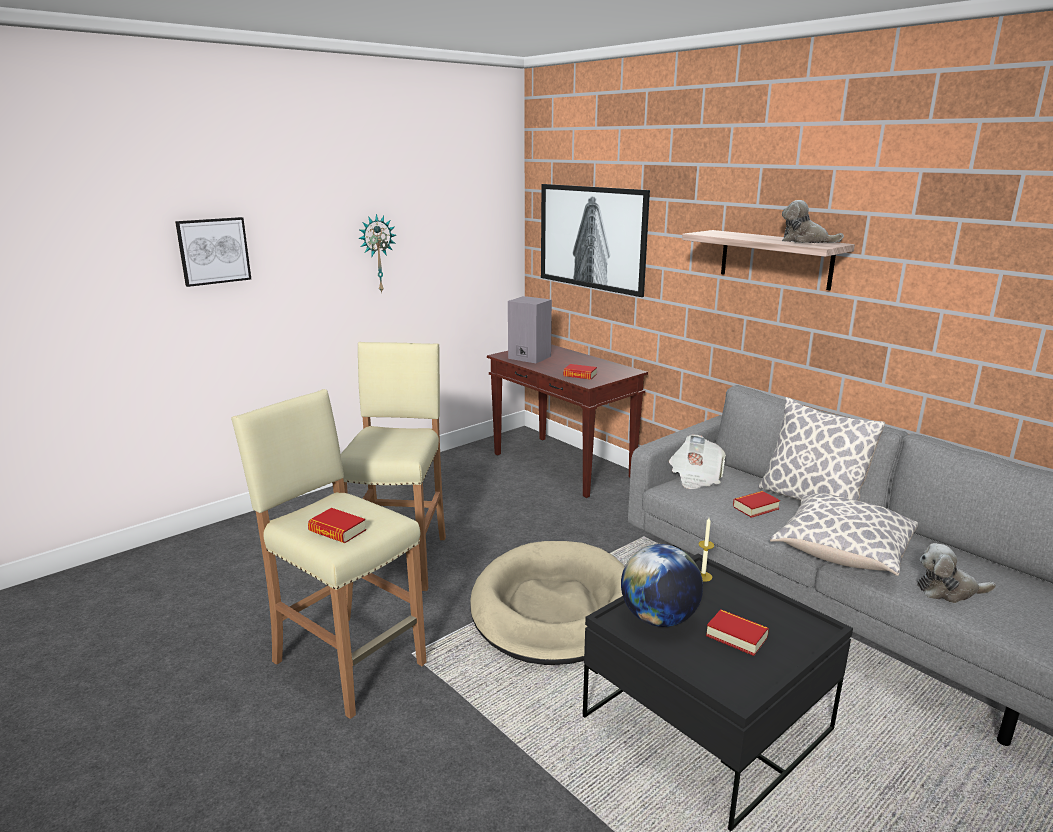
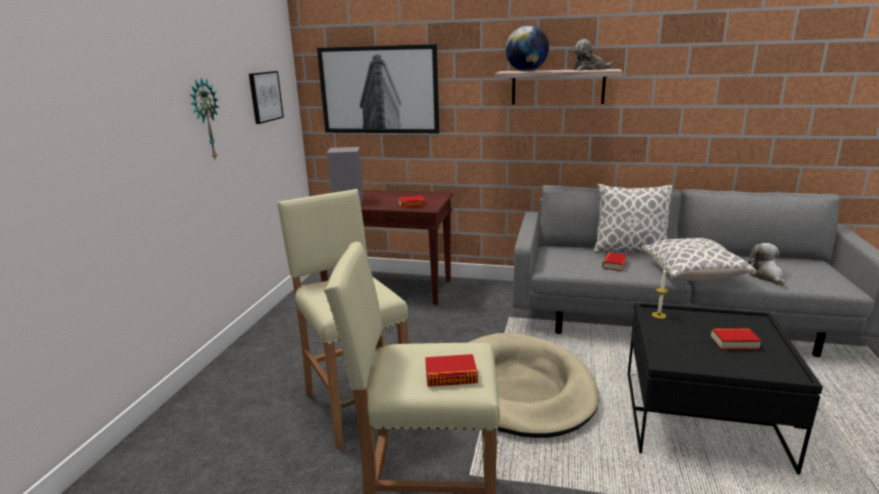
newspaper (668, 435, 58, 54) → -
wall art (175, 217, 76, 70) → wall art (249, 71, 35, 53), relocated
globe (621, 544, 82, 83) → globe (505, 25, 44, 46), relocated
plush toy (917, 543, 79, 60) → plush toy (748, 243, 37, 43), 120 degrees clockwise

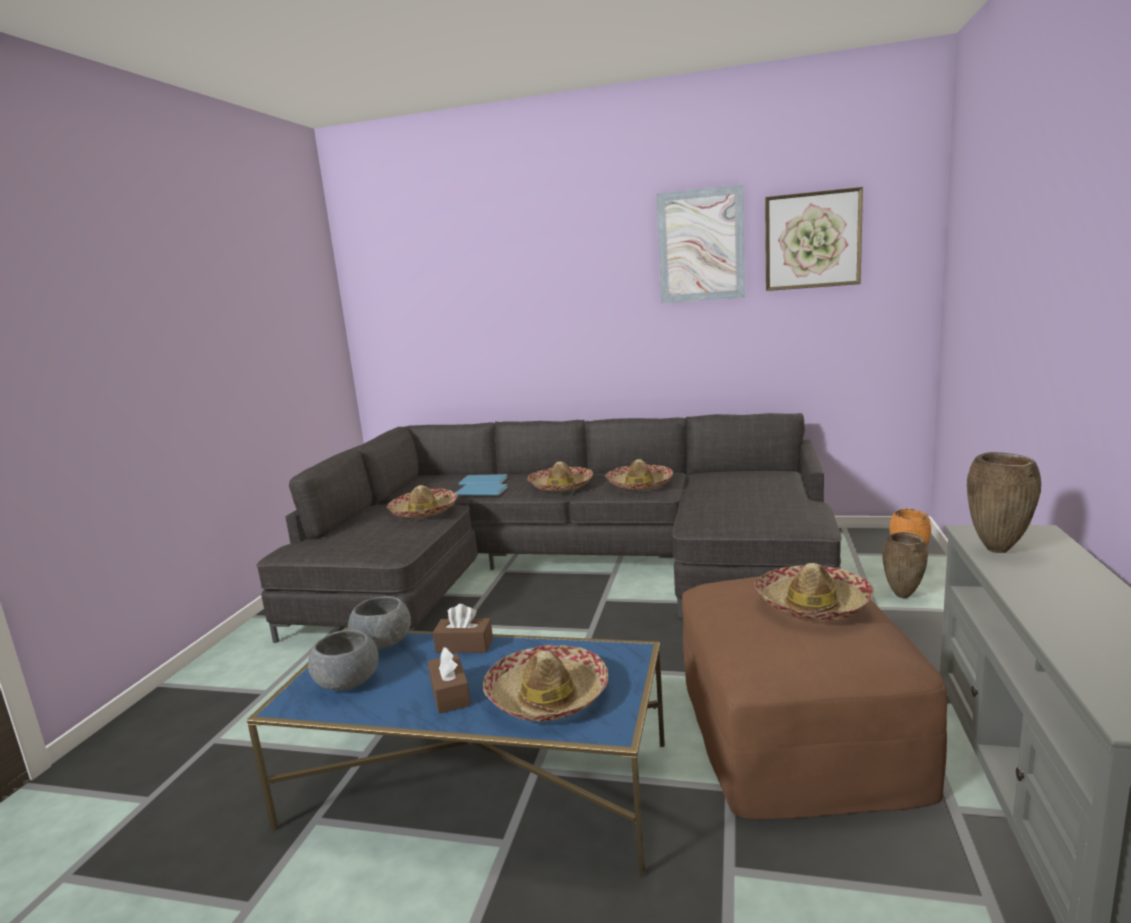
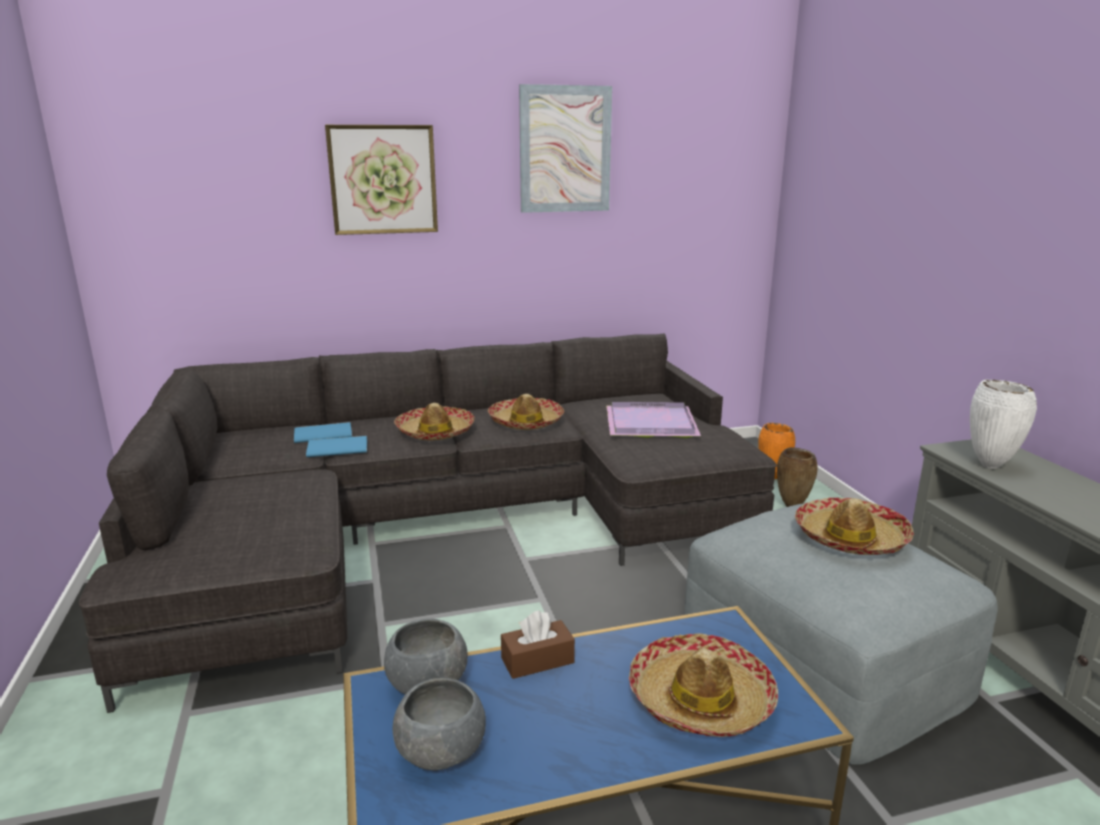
hat (387, 485, 71, 33) → -
tissue box (brownish) (428, 647, 43, 67) → -
- → carrying tray (purple) (606, 402, 95, 36)
wall art (765, 187, 98, 104) → wall art (325, 125, 113, 110), relocated
ottoman (brownish) (682, 576, 265, 243) → ottoman (greyish) (684, 503, 314, 262)
decorative vase (brownish) (967, 452, 74, 101) → decorative vase (white) (970, 380, 67, 89)

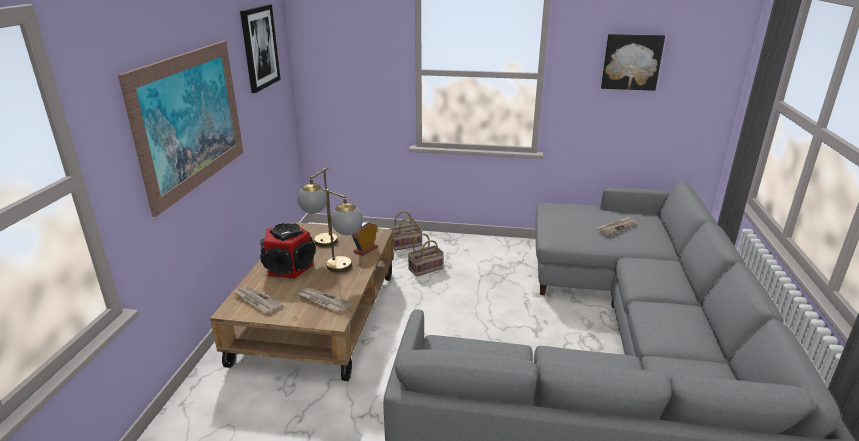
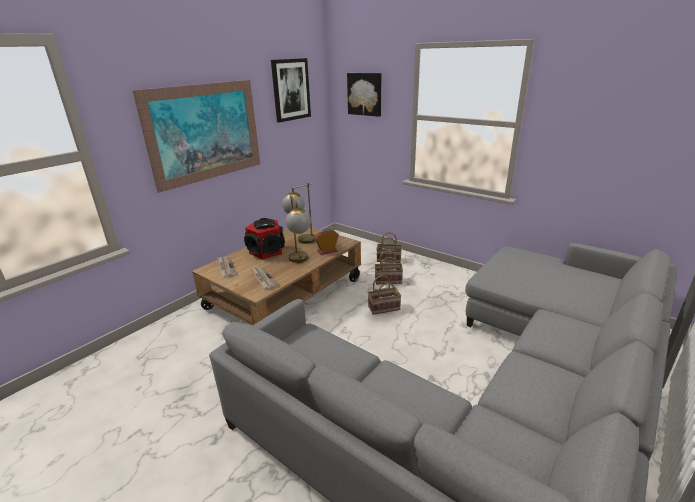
newspaper (596, 216, 41, 20) → -
- → household basket (368, 275, 33, 40)
wall art (601, 34, 64, 57) → wall art (347, 73, 34, 44), relocated

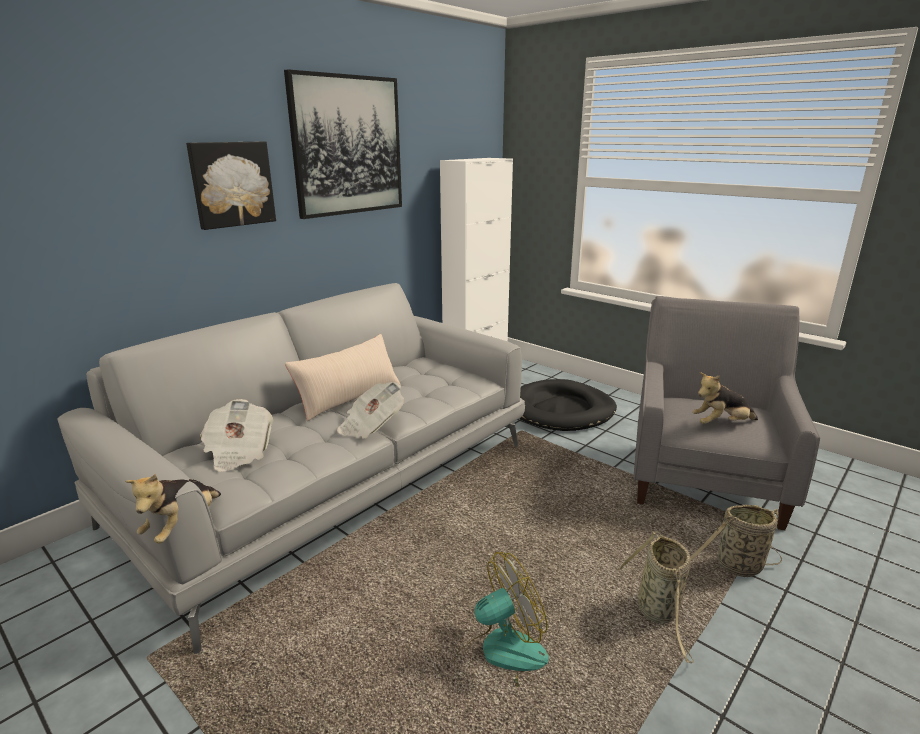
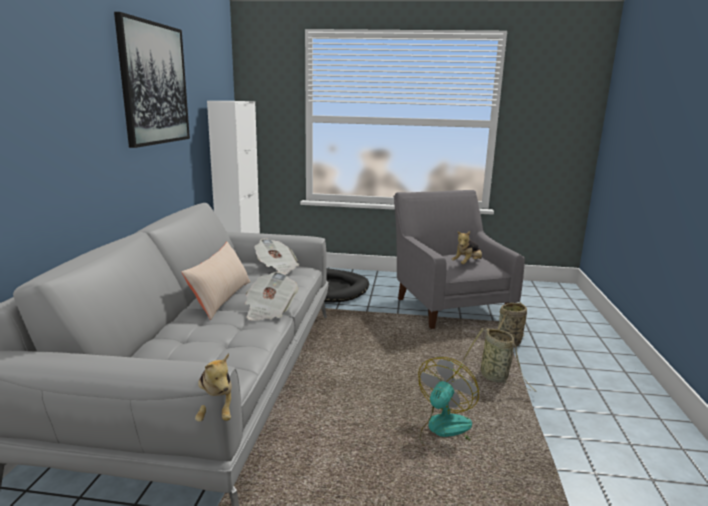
wall art (186, 141, 90, 89) → -
newspaper (200, 399, 73, 73) → newspaper (254, 238, 45, 36), relocated

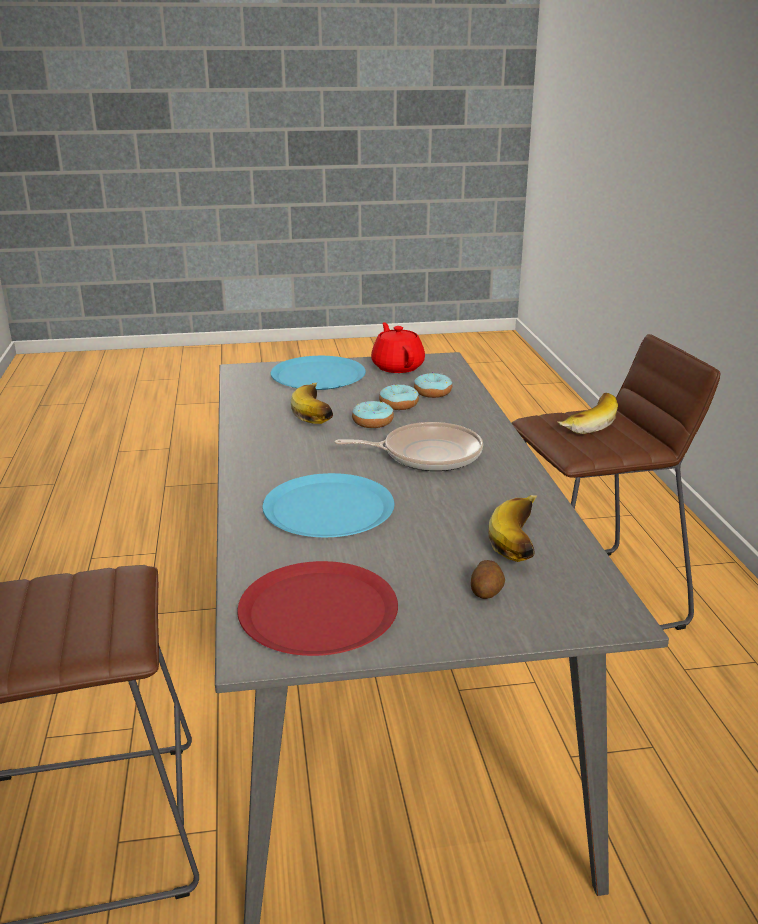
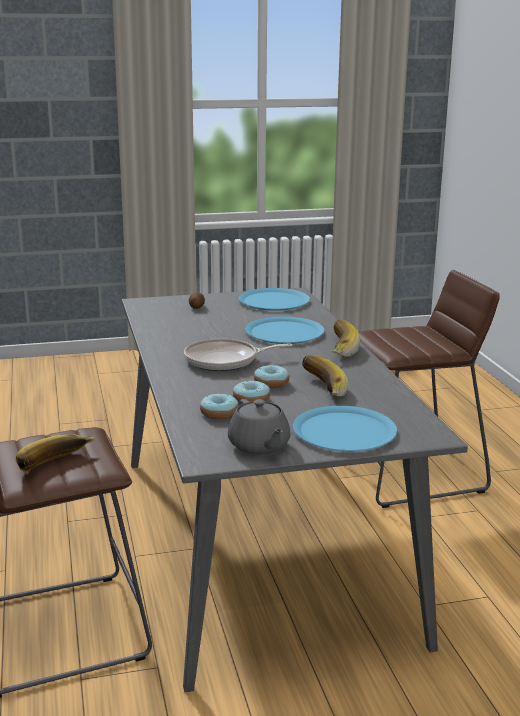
banana (489, 495, 49, 67) → banana (332, 320, 28, 37), relocated
plate (red) (237, 561, 161, 95) → plate (blue) (238, 288, 72, 23)
tea pot (red) (371, 322, 54, 51) → tea pot (greyish) (228, 399, 62, 56)

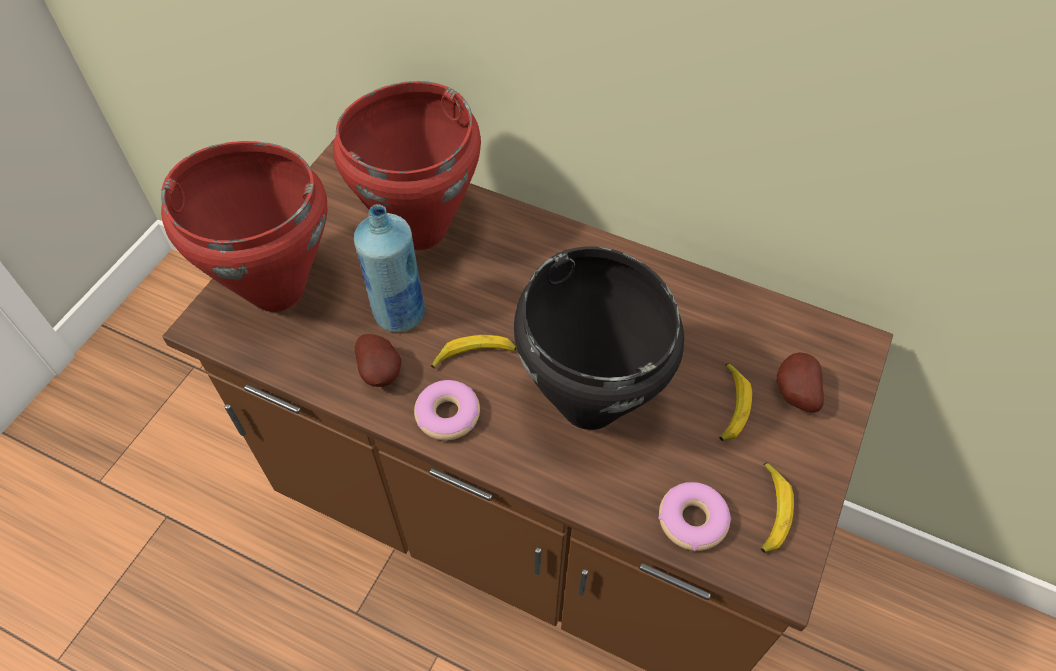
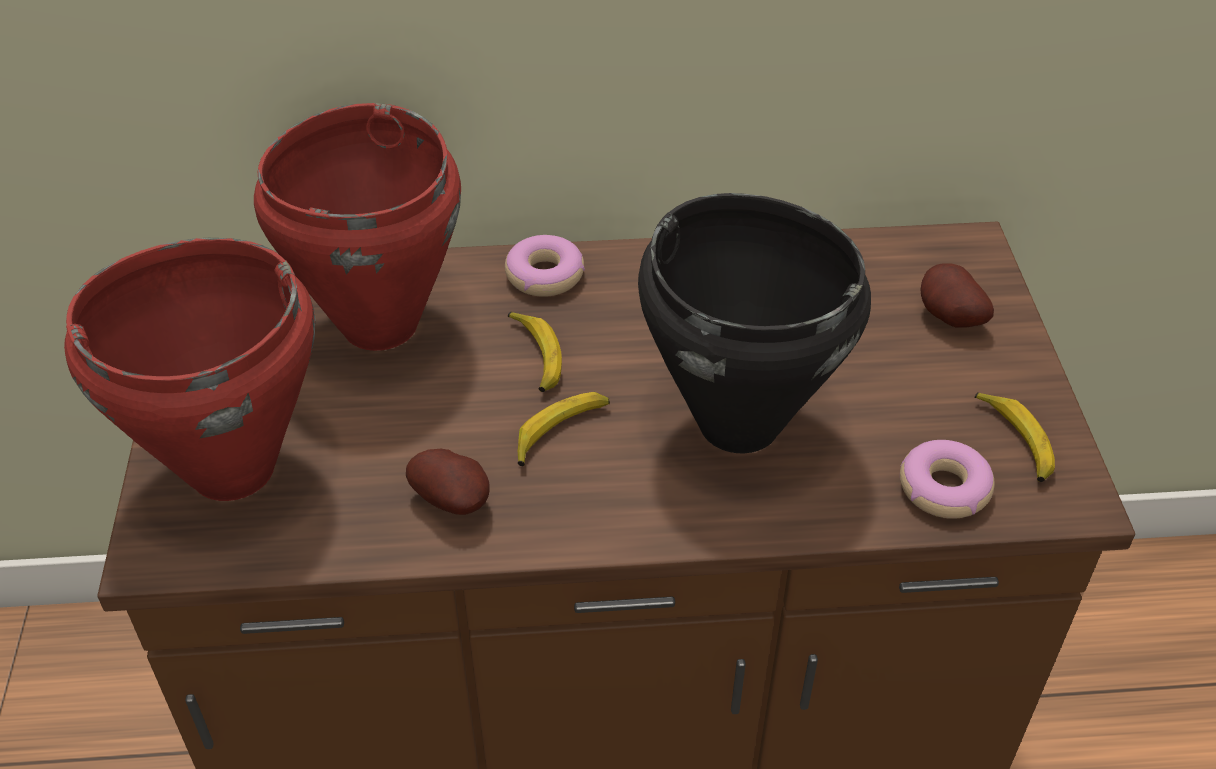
beverage bottle (blue) (354, 204, 71, 128) → -
doughnut (414, 380, 66, 60) → doughnut (505, 235, 80, 62), relocated
banana (719, 363, 33, 78) → banana (508, 312, 54, 80), relocated

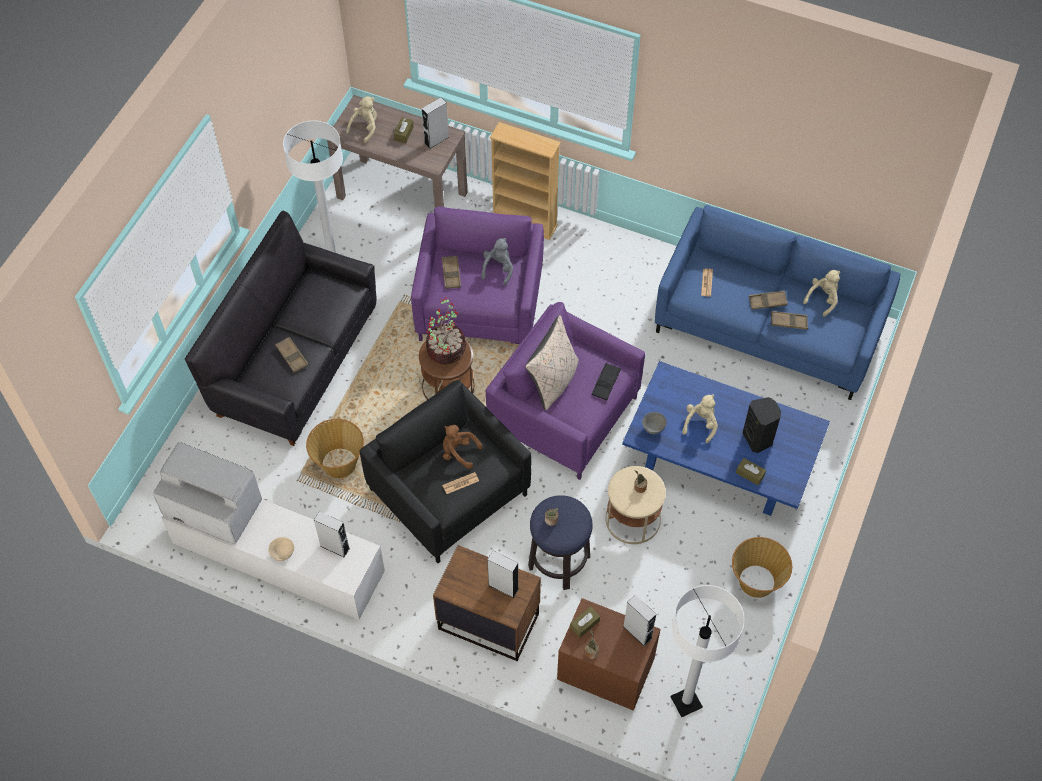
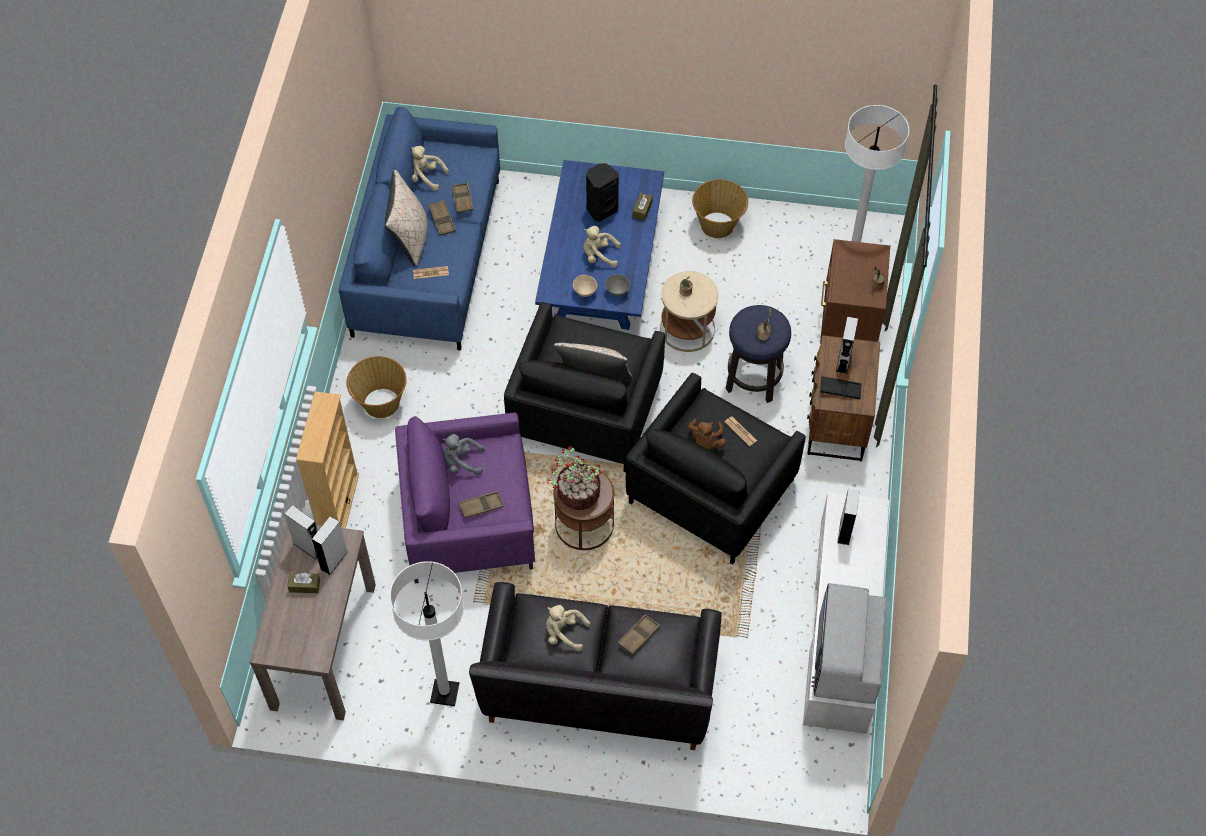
tissue box (brownish) (570, 606, 30, 32) → -
- → cushion (sand-coloured) (385, 170, 43, 96)
deep dish (sand-coloured) (268, 537, 26, 24) → deep dish (sand-coloured) (573, 275, 24, 22), relocated
household basket (306, 419, 58, 59) → household basket (347, 356, 60, 62), relocated
plush toy (sand-coloured) (346, 96, 31, 47) → plush toy (sand-coloured) (546, 605, 44, 46), relocated
carrying tray (black-coloured) (592, 363, 29, 37) → carrying tray (black-coloured) (820, 376, 42, 23), relocated
speaker (greyish) (623, 595, 33, 51) → speaker (greyish) (312, 516, 36, 59), relocated
armchair (purple) (485, 302, 160, 178) → armchair (black-coloured) (504, 302, 161, 170)

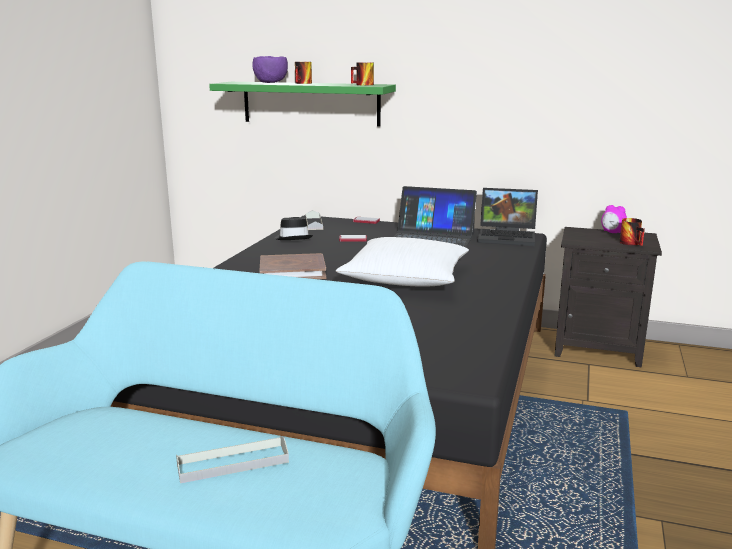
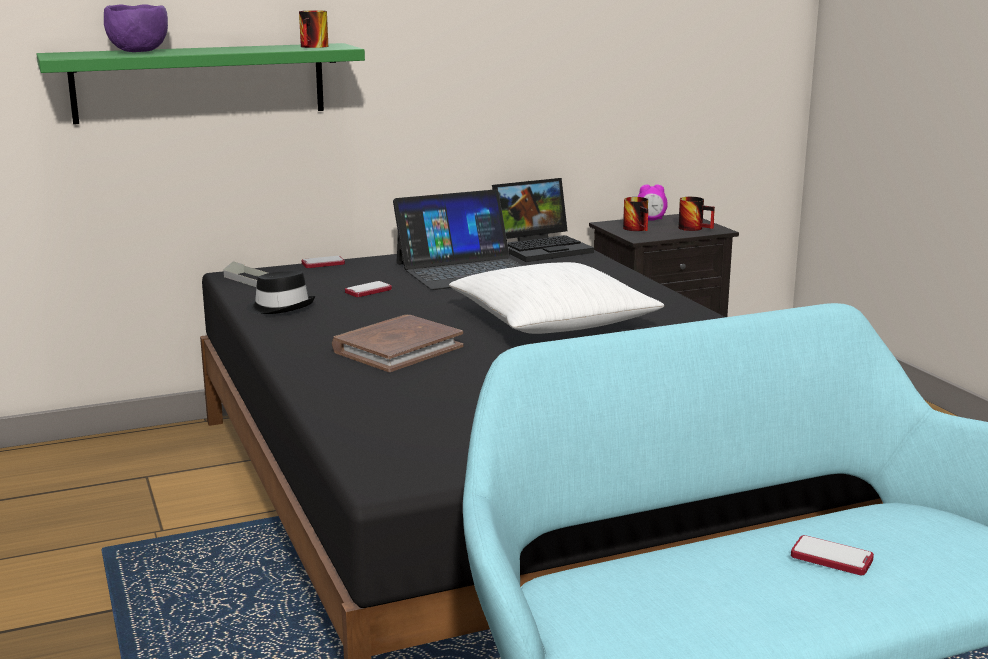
tea mug (295, 62, 17, 22) → tea mug (623, 197, 25, 34), relocated
carrying tray (greyish) (176, 436, 113, 47) → phone (791, 535, 83, 40)

